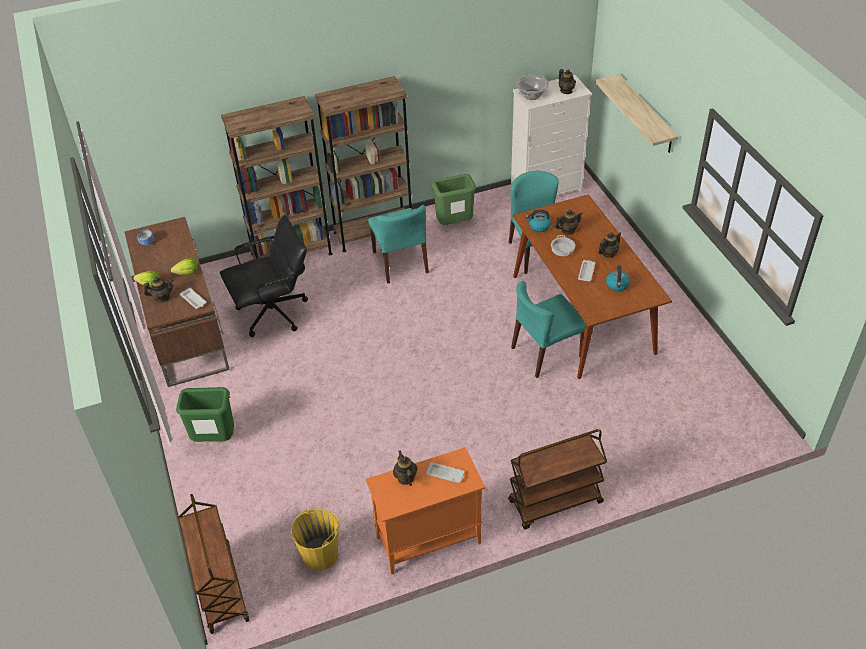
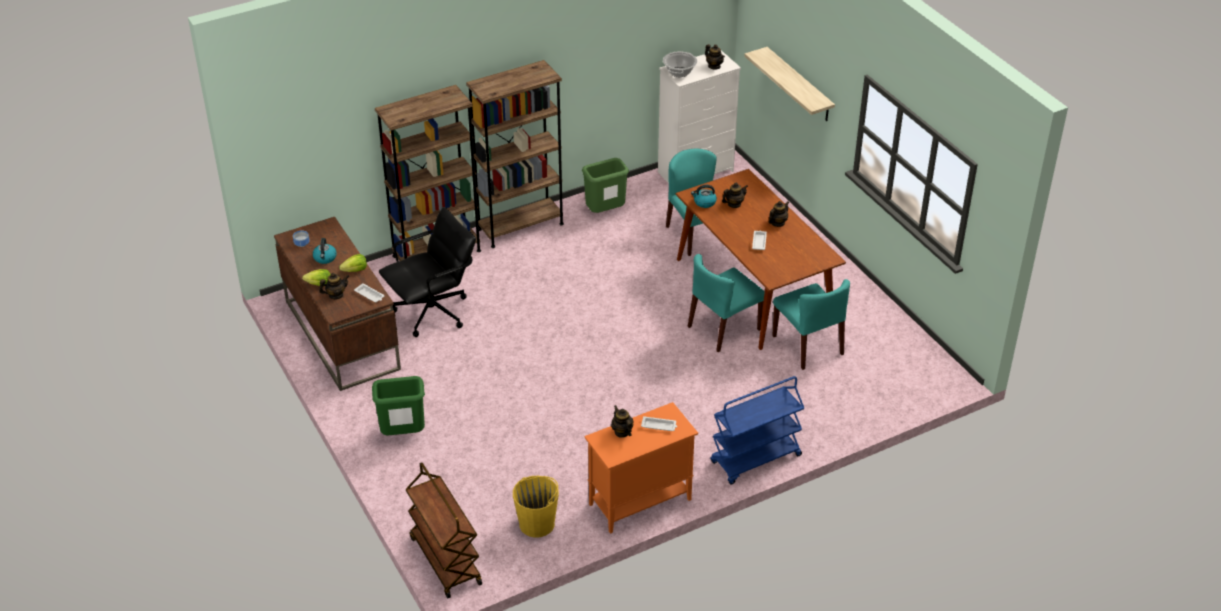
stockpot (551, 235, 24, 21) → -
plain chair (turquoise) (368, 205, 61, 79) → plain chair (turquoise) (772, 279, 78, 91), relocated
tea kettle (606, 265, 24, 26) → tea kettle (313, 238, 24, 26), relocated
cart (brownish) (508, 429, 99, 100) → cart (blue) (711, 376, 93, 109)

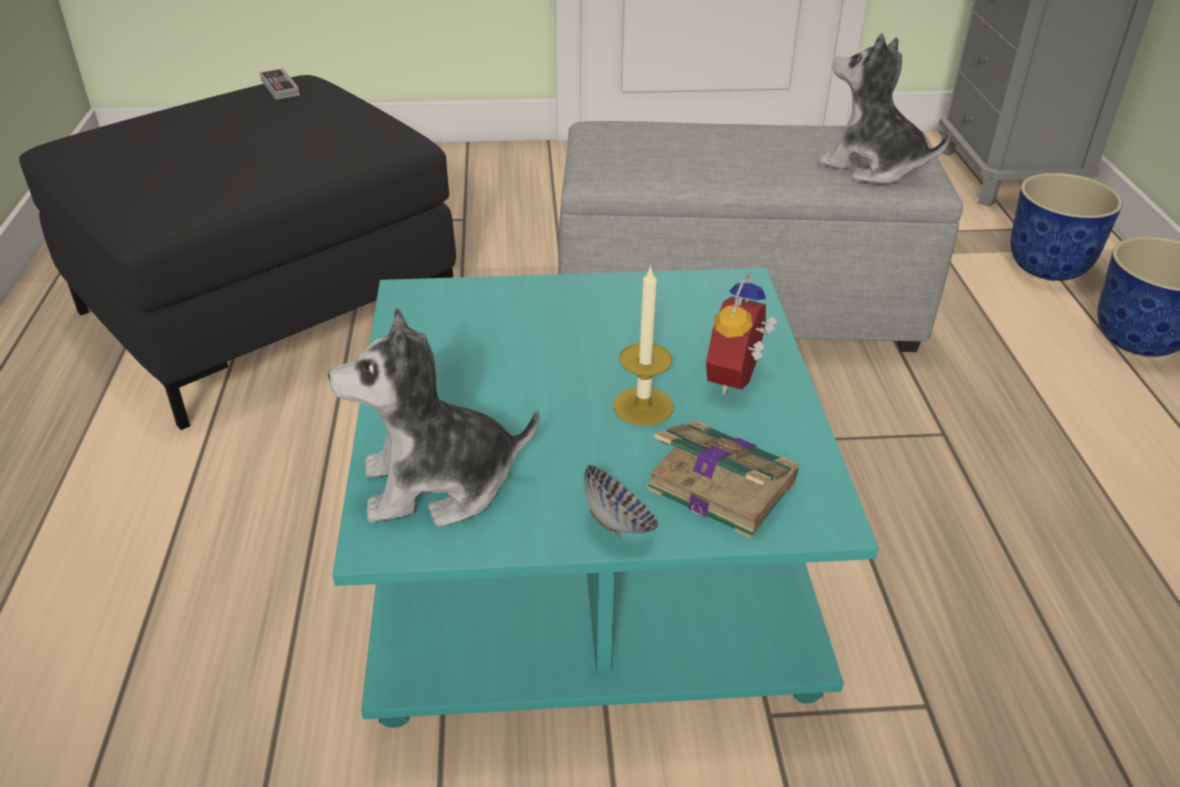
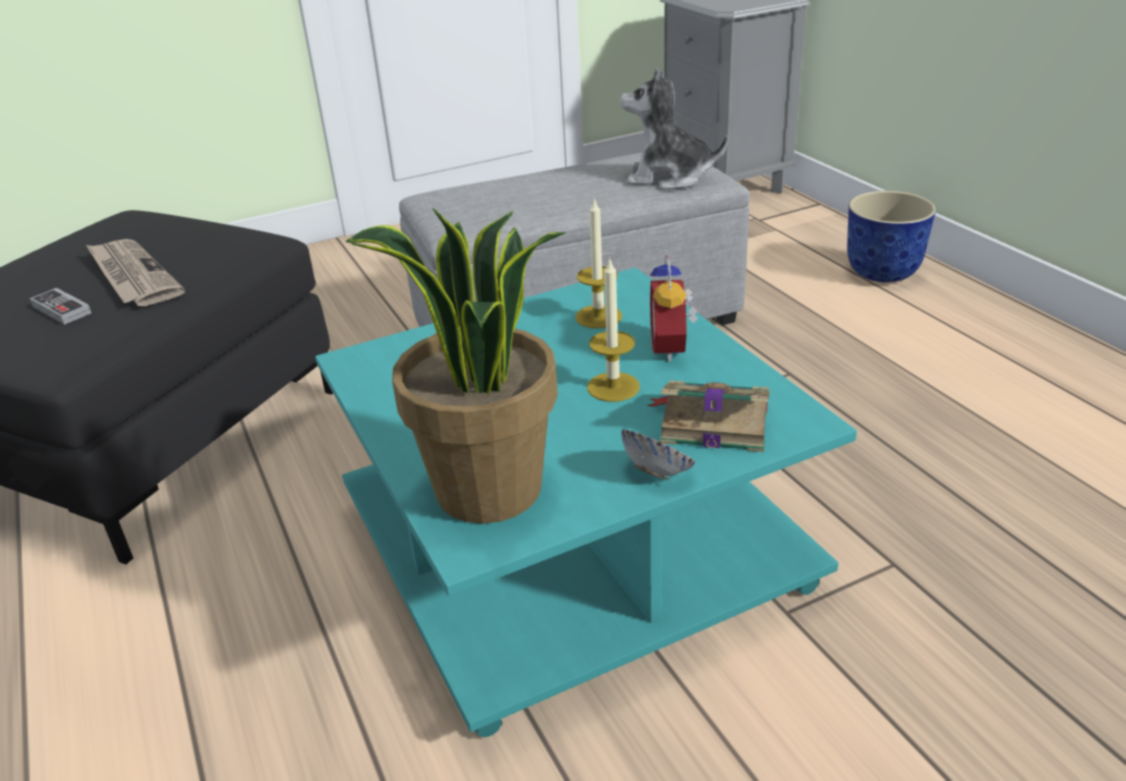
flower pot (1010, 173, 113, 108) → -
- → newspaper (86, 239, 99, 67)
- → wax light (575, 197, 47, 131)
joypad (260, 69, 40, 31) → joypad (30, 288, 61, 37), relocated
plush toy (328, 307, 211, 220) → plant in a pot (346, 208, 221, 316)

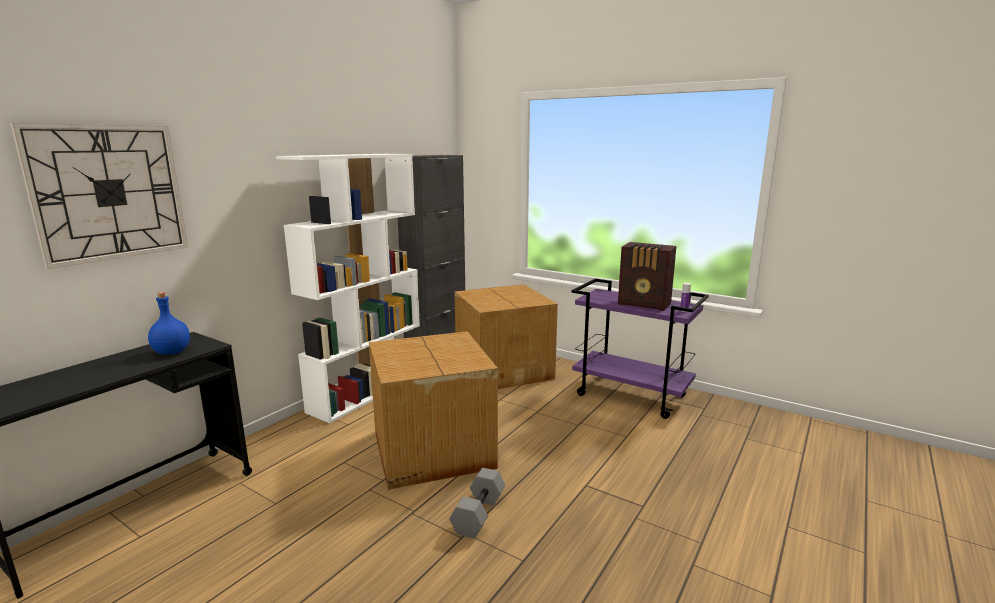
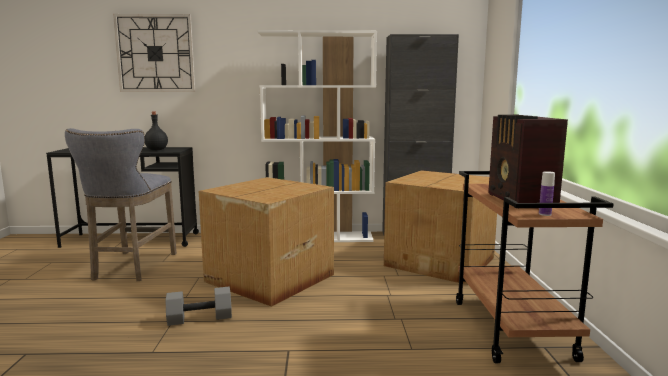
- → stool seat (greyish) (65, 128, 112, 153)
beverage bottle (blue) (148, 292, 42, 63) → beverage bottle (black-coloured) (145, 112, 23, 38)
cart (purple) (571, 279, 138, 140) → cart (brownish) (456, 171, 158, 192)

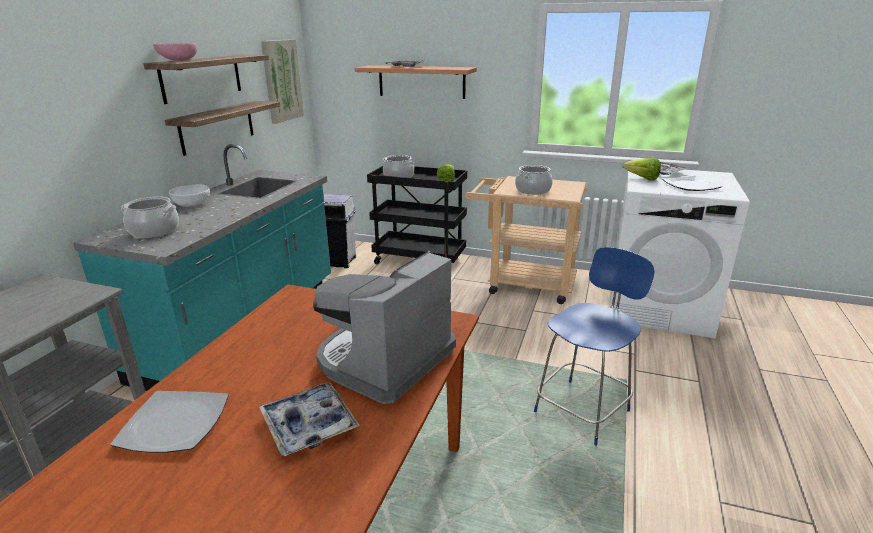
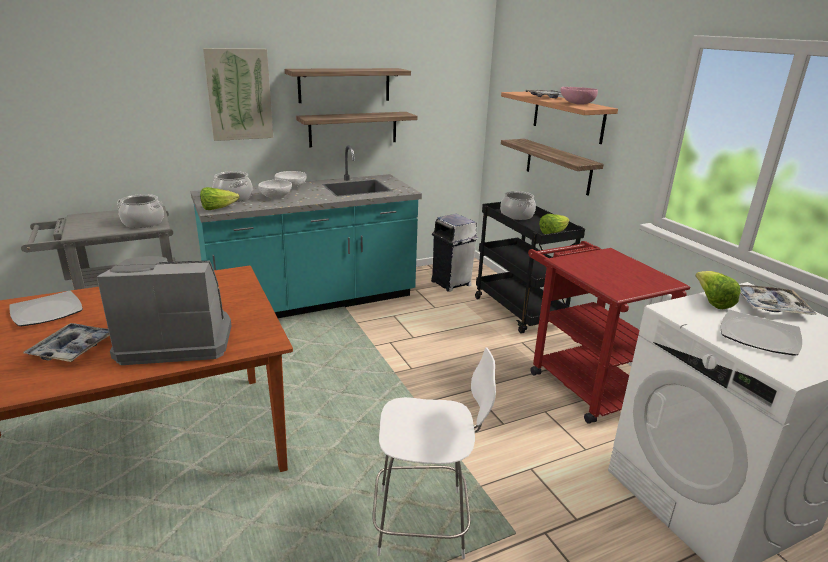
- → lettuce (200, 187, 40, 23)
- → deep dish (white) (258, 179, 34, 19)
- → wall shelf (501, 139, 103, 56)
deep dish (pink-coloured) (153, 43, 44, 18) → deep dish (pink-coloured) (561, 87, 37, 18), relocated
wall art (261, 39, 43, 85) → wall art (203, 48, 70, 93), relocated
stockpot (515, 165, 38, 30) → stockpot (117, 194, 47, 34), relocated
cart (sand-coloured) (465, 176, 122, 128) → cart (red) (528, 241, 162, 183)
stool seat (blue) (534, 247, 120, 199) → stool seat (white) (373, 347, 123, 212)

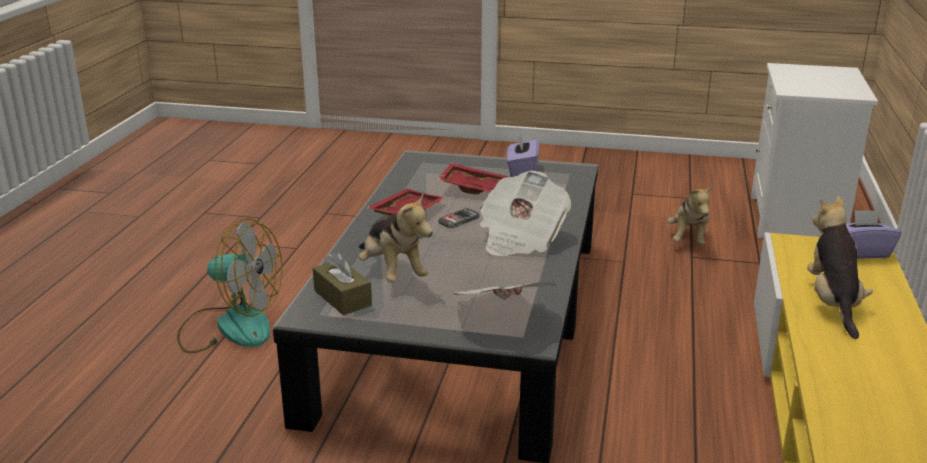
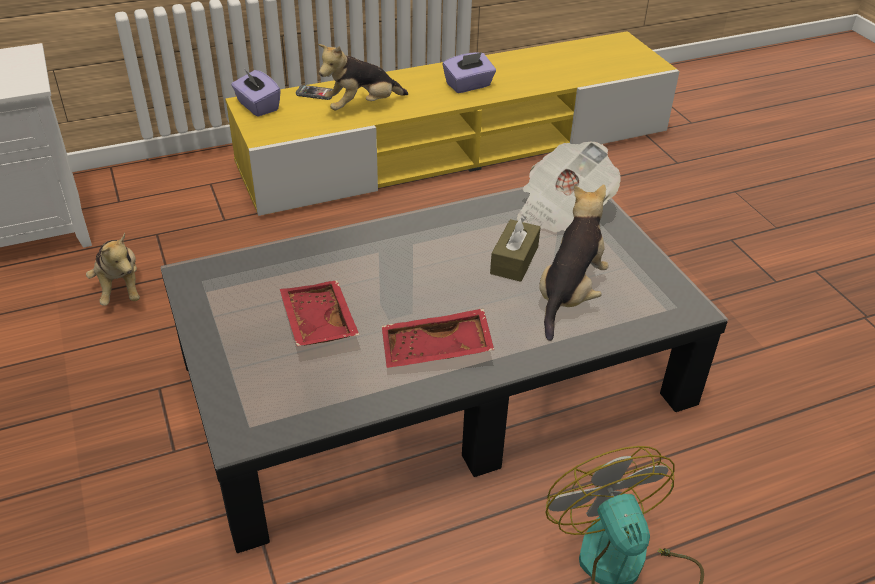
newspaper (480, 171, 91, 85) → -
tissue box (brownish) (313, 251, 59, 64) → tissue box (brownish) (490, 216, 51, 66), relocated
phone (438, 208, 42, 20) → phone (296, 85, 37, 15), relocated
tissue box (purple) (507, 133, 33, 44) → tissue box (purple) (443, 52, 53, 41), relocated
plush toy (667, 184, 46, 61) → plush toy (86, 233, 54, 73), 90 degrees clockwise

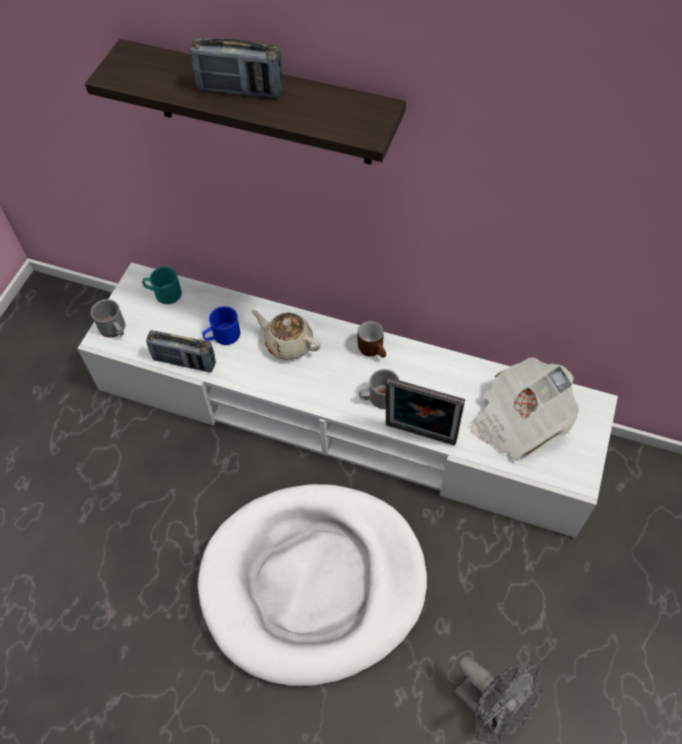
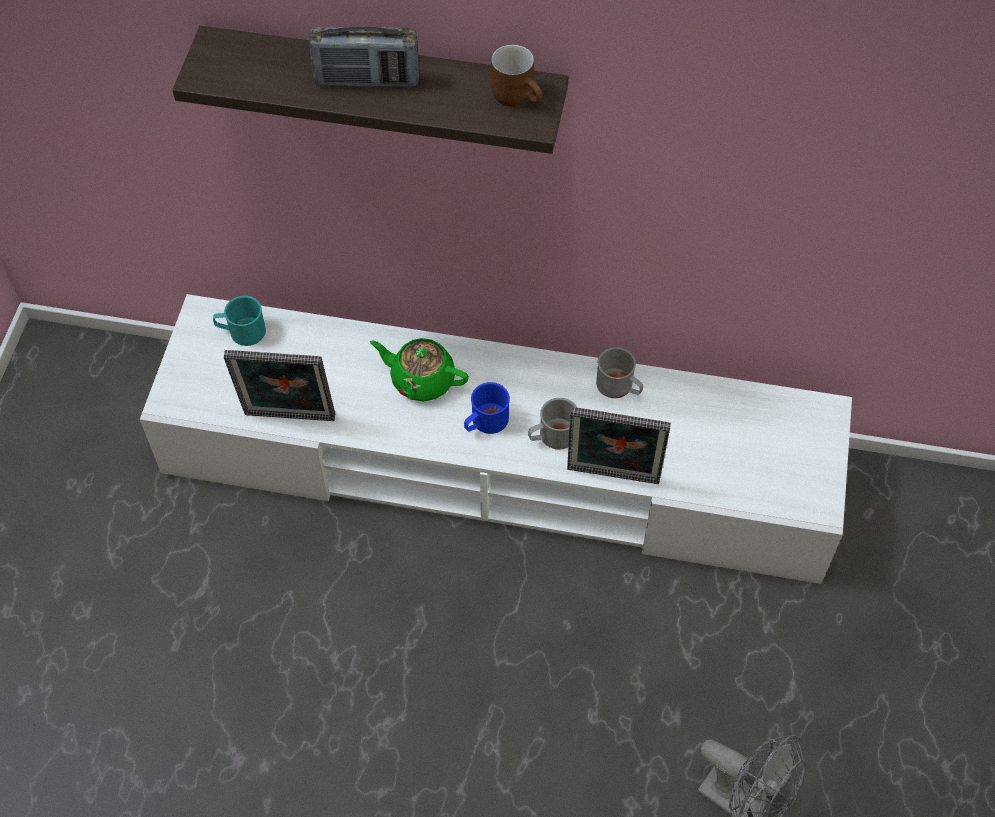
dog bed (white) (197, 484, 230, 202) → -
newspaper (471, 357, 108, 104) → -
tea mug (greyish) (91, 299, 34, 38) → tea mug (greyish) (596, 347, 47, 51), relocated
tea mug (blue) (202, 306, 38, 39) → tea mug (blue) (464, 382, 46, 52), relocated
tea mug (brownish) (358, 321, 28, 37) → tea mug (brownish) (491, 44, 51, 63), relocated
radio receiver (146, 330, 70, 42) → photo frame (224, 350, 111, 71)
tea pot (sand-coloured) (251, 310, 70, 50) → tea pot (green-coloured) (370, 338, 99, 63)

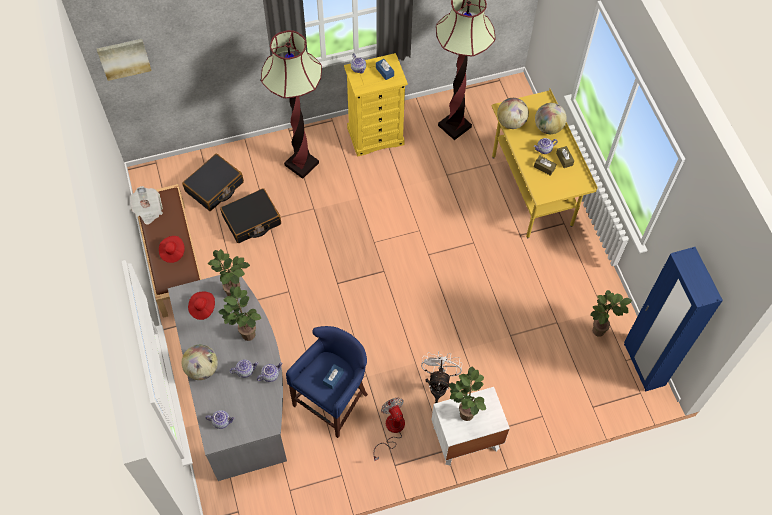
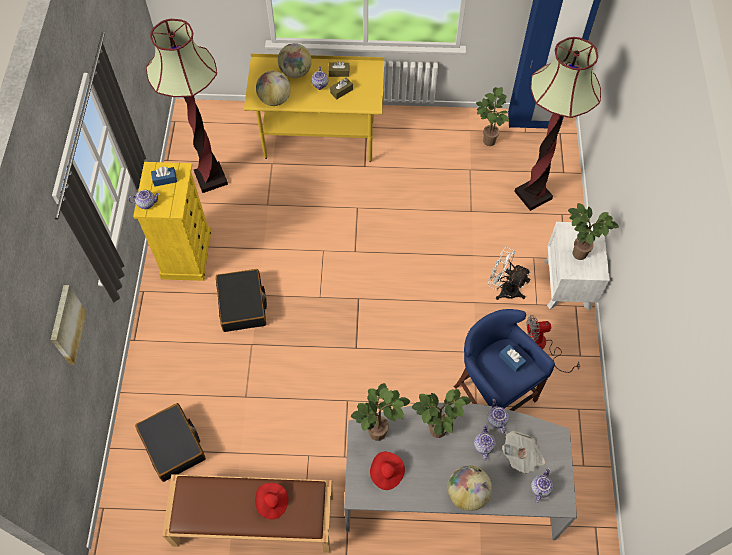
wall art (97, 39, 55, 42) → wall art (51, 285, 36, 80), relocated
newspaper (130, 186, 33, 39) → newspaper (502, 431, 43, 43), relocated
suitcase (black-coloured) (220, 188, 61, 55) → suitcase (black-coloured) (216, 269, 51, 63), relocated
floor lamp (261, 30, 61, 149) → floor lamp (514, 37, 87, 174), relocated

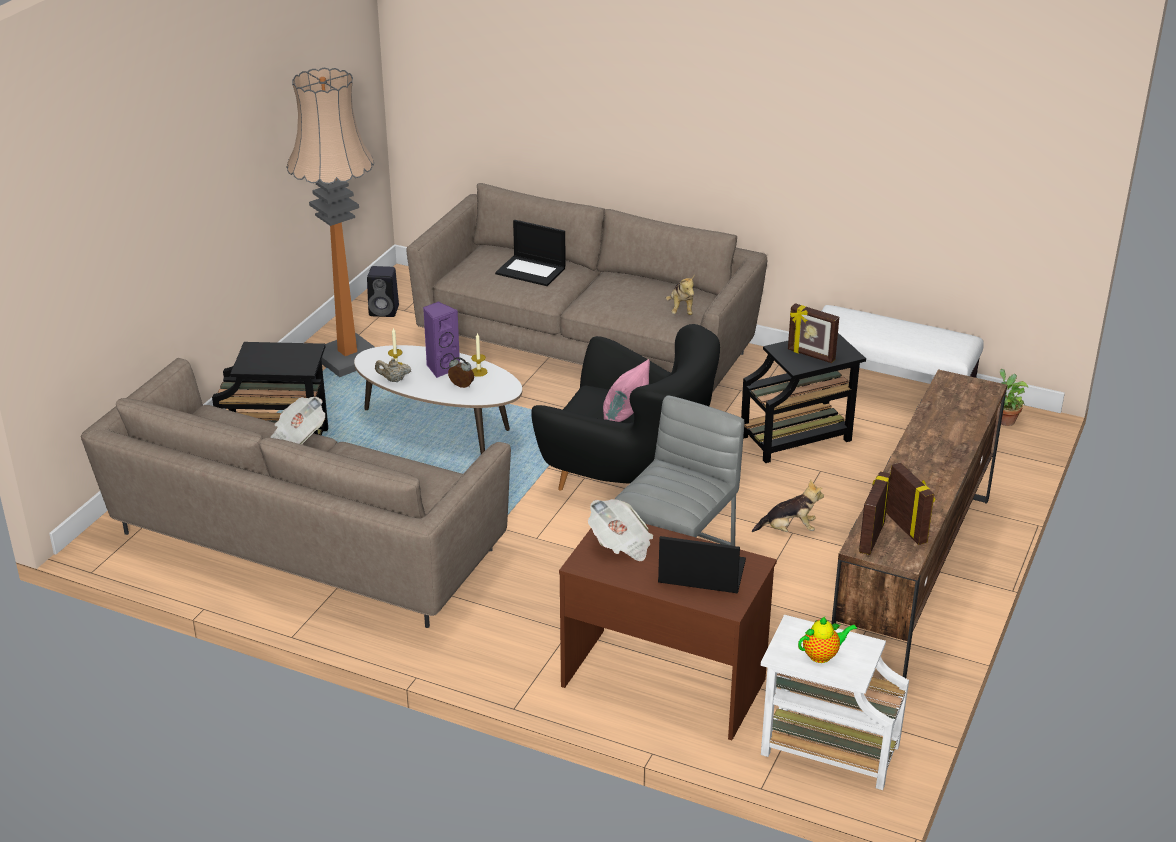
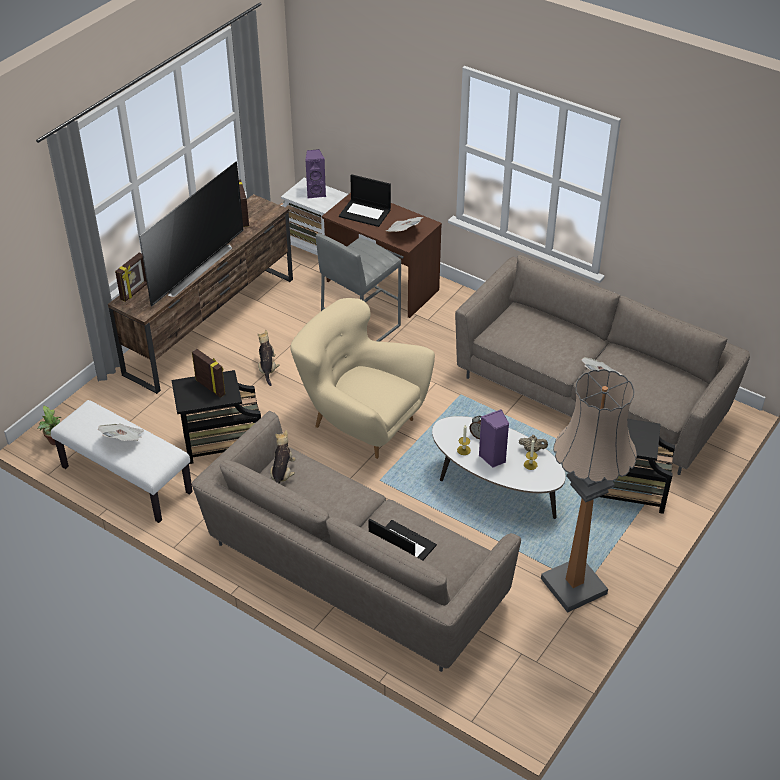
speaker (black-coloured) (367, 266, 32, 51) → -
cushion (pink-coloured) (603, 359, 47, 63) → -
- → newspaper (98, 423, 46, 18)
- → TV (139, 162, 105, 145)
photo frame (859, 471, 32, 84) → photo frame (115, 252, 32, 50), relocated
tea pot (798, 616, 59, 47) → speaker (purple) (305, 149, 21, 50)
armchair (black-coloured) (531, 324, 189, 167) → armchair (sand-coloured) (290, 298, 145, 161)
plush toy (752, 479, 72, 53) → plush toy (258, 330, 21, 56), 75 degrees clockwise

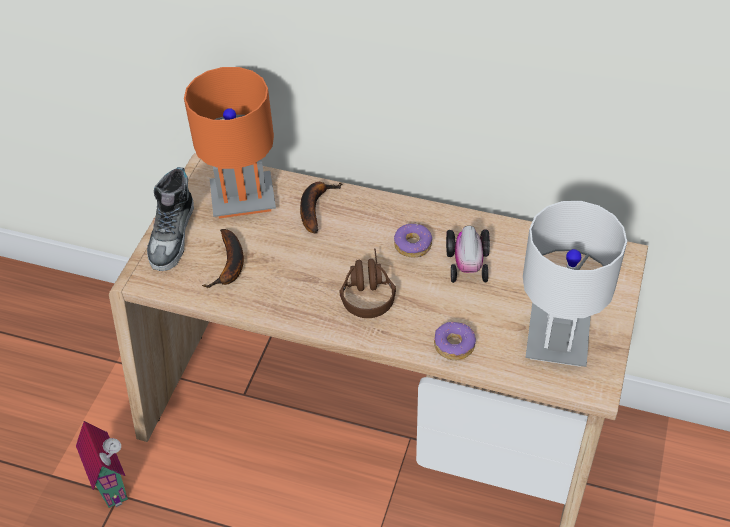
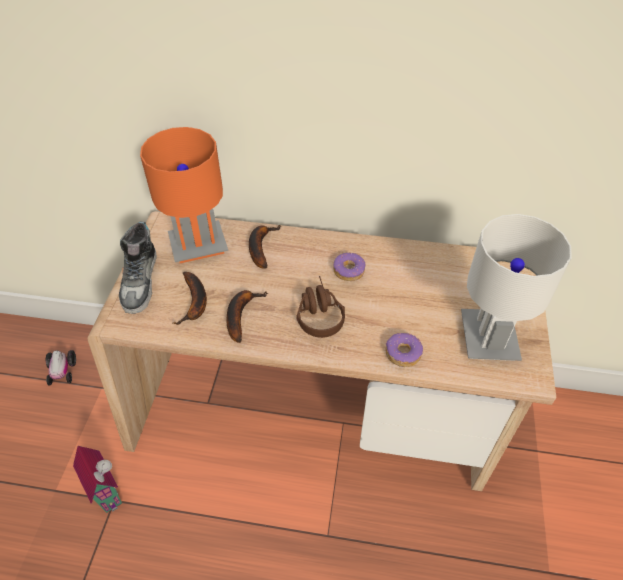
- → banana (227, 290, 41, 53)
miniature car (446, 226, 44, 57) → miniature car (46, 350, 30, 36), relocated

